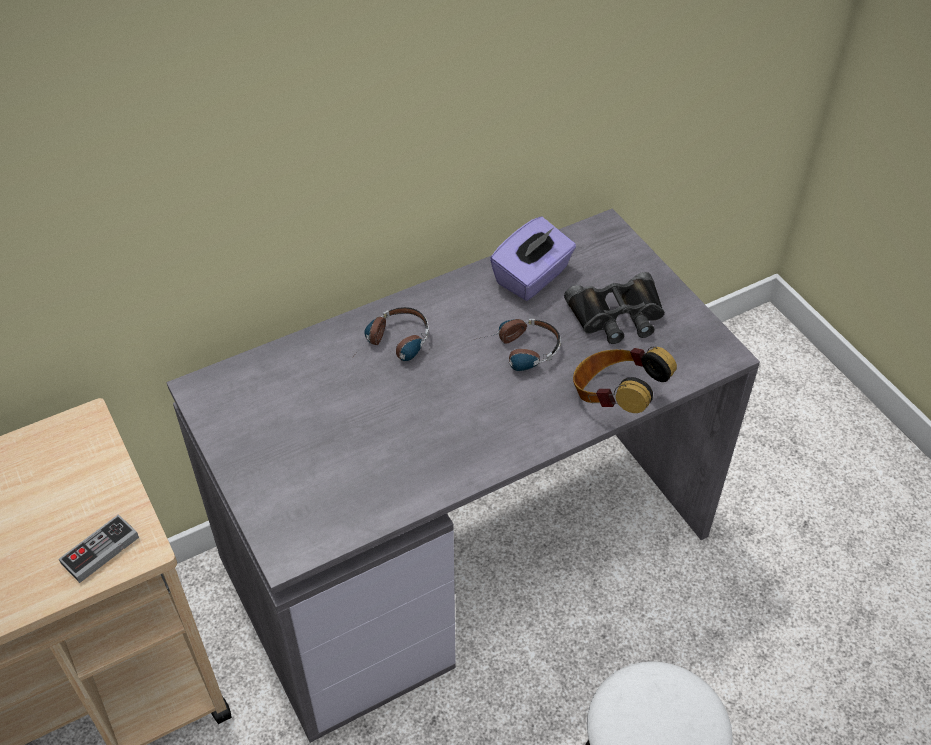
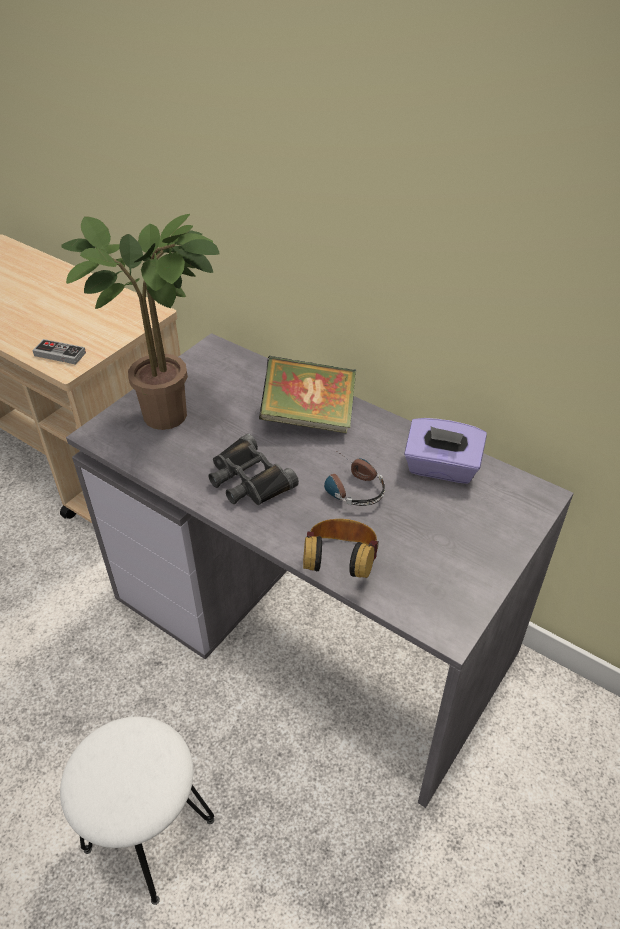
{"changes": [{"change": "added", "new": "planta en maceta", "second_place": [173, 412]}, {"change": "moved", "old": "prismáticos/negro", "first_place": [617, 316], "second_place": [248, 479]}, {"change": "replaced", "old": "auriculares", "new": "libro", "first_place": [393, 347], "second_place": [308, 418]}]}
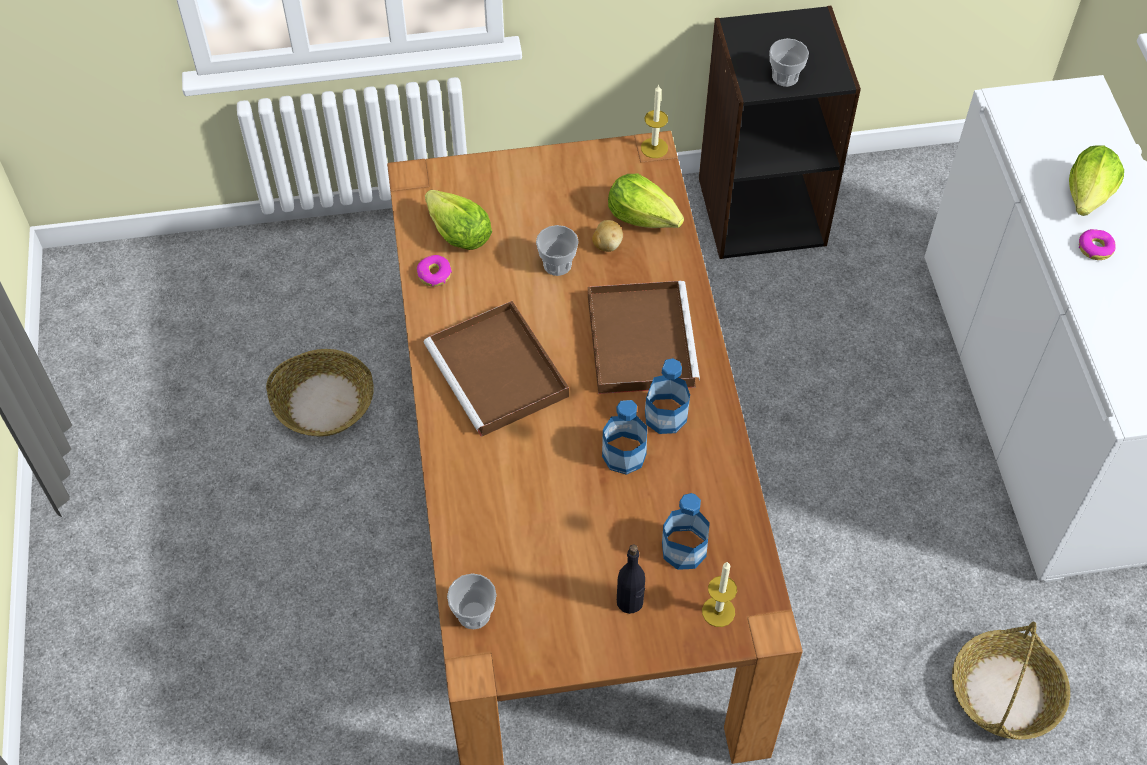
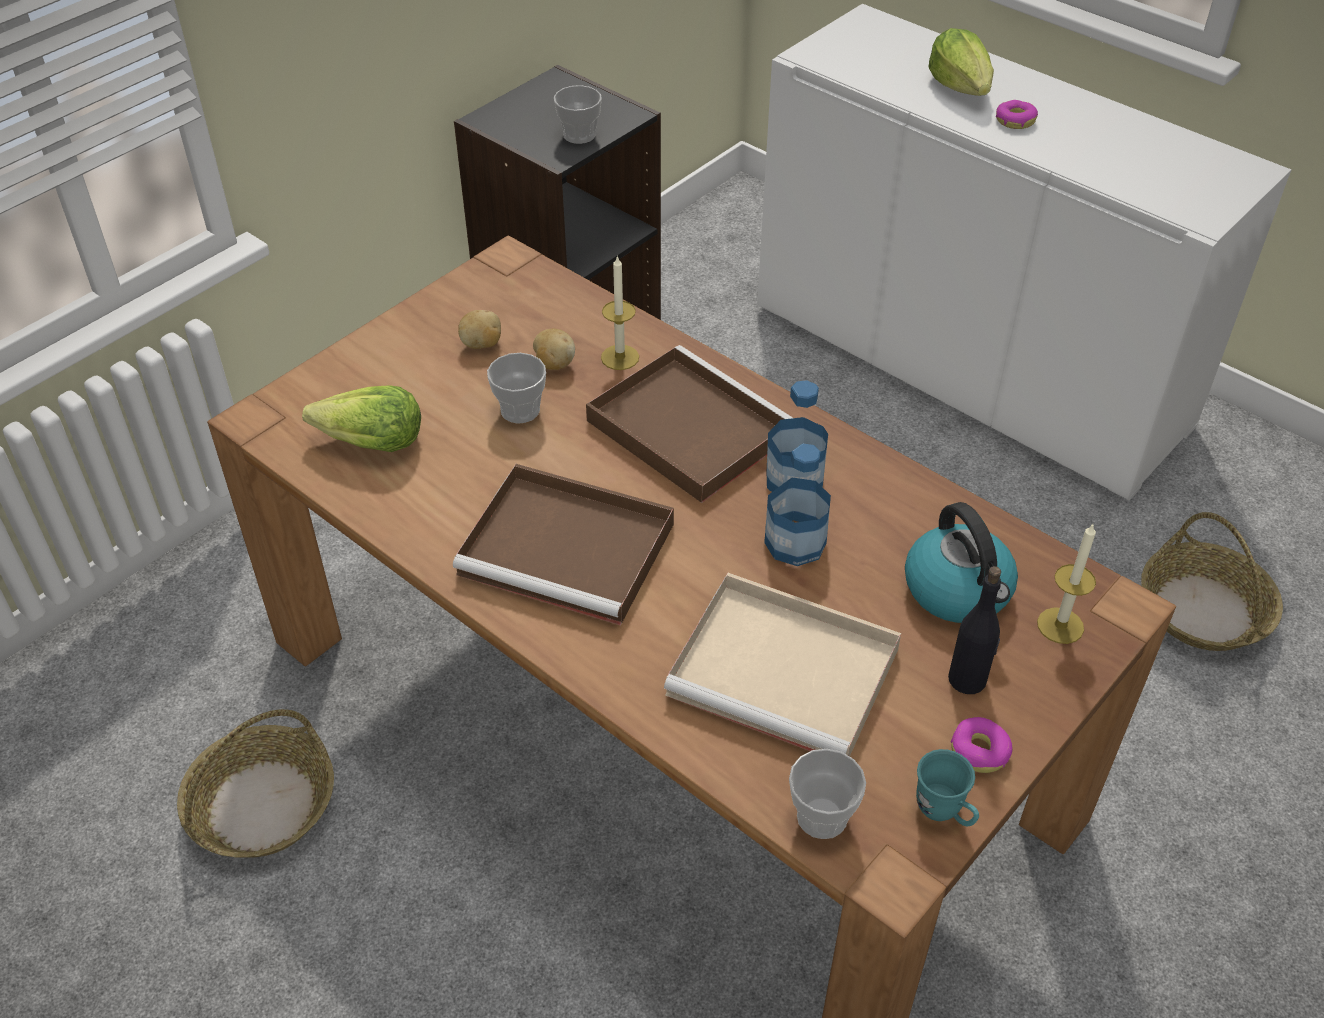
{"changes": [{"change": "removed", "old": "lechuga", "first_place": [643, 216]}, {"change": "added", "new": "patata", "second_place": [481, 344]}, {"change": "added", "new": "bandeja/beis", "second_place": [788, 672]}, {"change": "added", "new": "taza grande/turquesa", "second_place": [944, 813]}, {"change": "moved", "old": "rosquilla", "first_place": [434, 275], "second_place": [979, 751]}, {"change": "moved", "old": "vela", "first_place": [654, 148], "second_place": [620, 357]}, {"change": "replaced", "old": "botella", "new": "hervidor", "first_place": [684, 550], "second_place": [959, 591]}]}
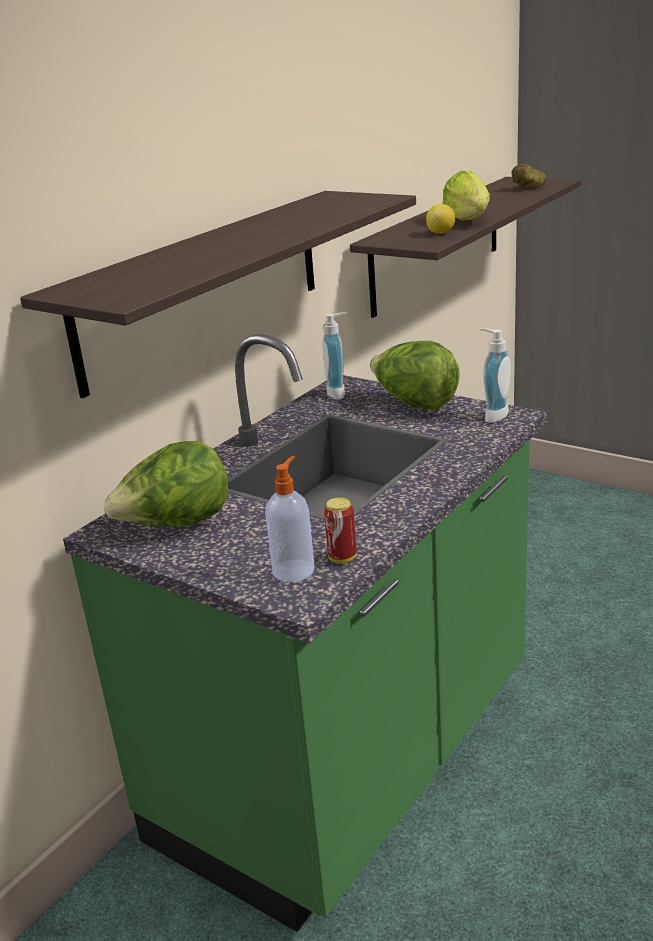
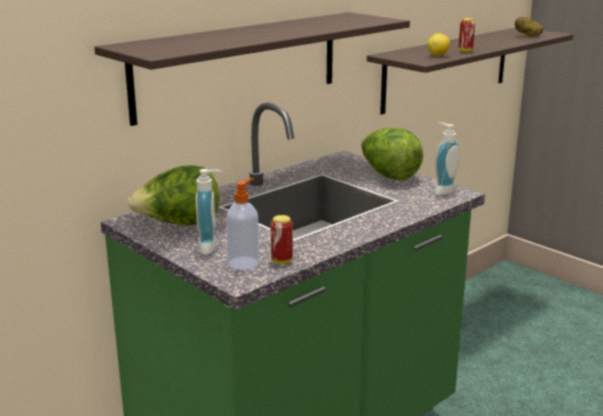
{"changes": [{"change": "moved", "old": "dispensador de jabón", "first_place": [339, 393], "second_place": [211, 247]}, {"change": "replaced", "old": "lechuga", "new": "lata", "first_place": [469, 221], "second_place": [465, 51]}]}
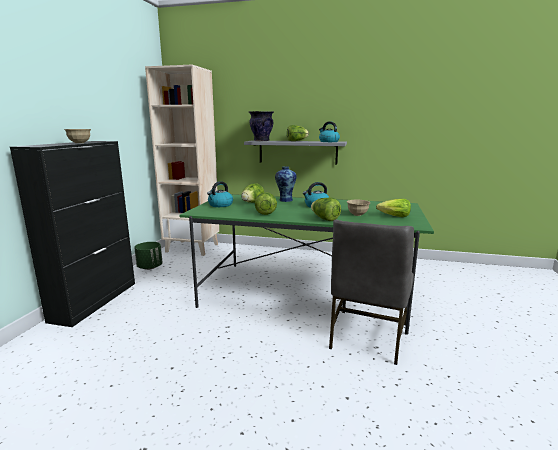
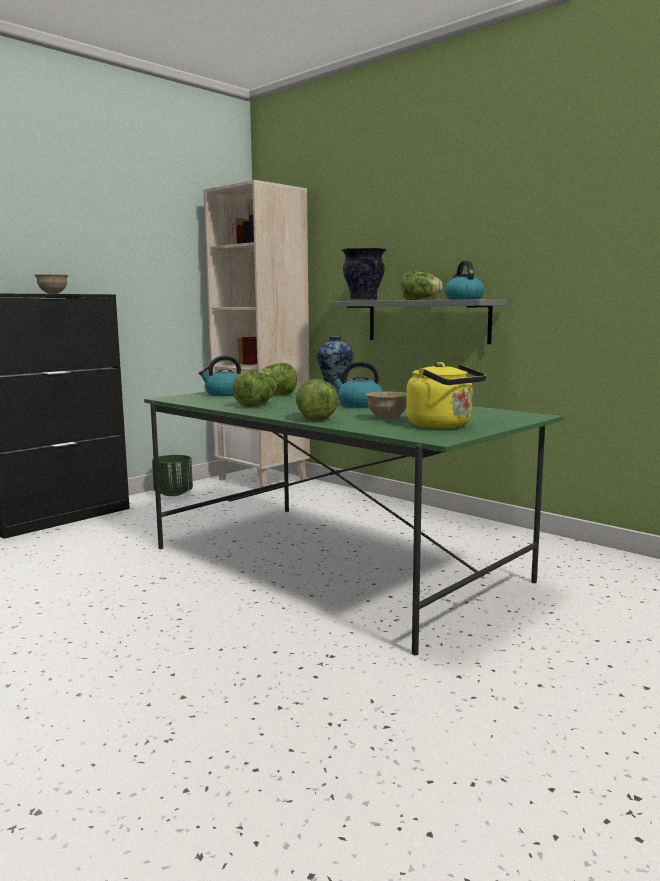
{"changes": [{"change": "removed", "old": "silla/gris", "first_place": [367, 336]}, {"change": "replaced", "old": "lechuga", "new": "hervidor/amarillo", "first_place": [394, 216], "second_place": [443, 426]}]}
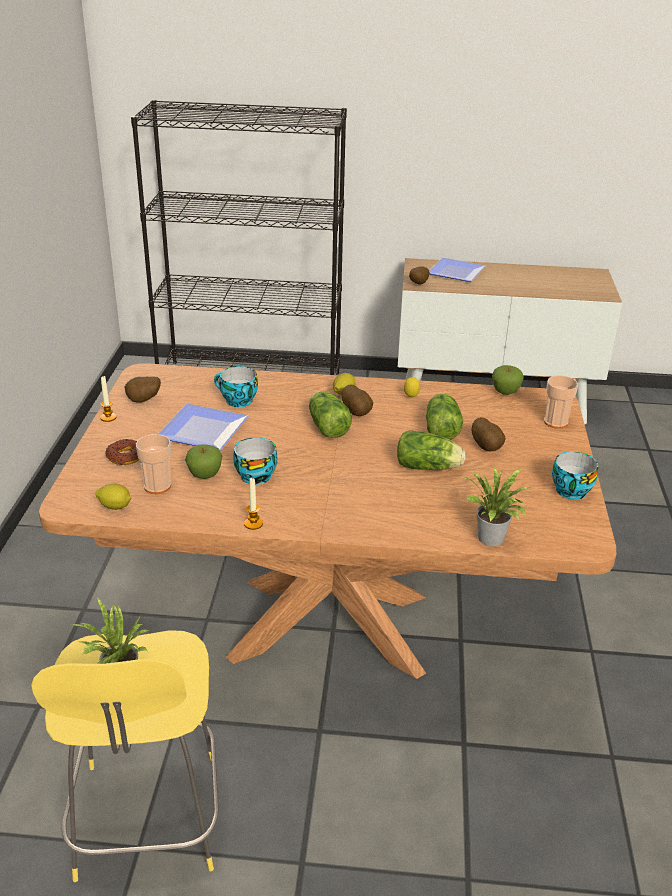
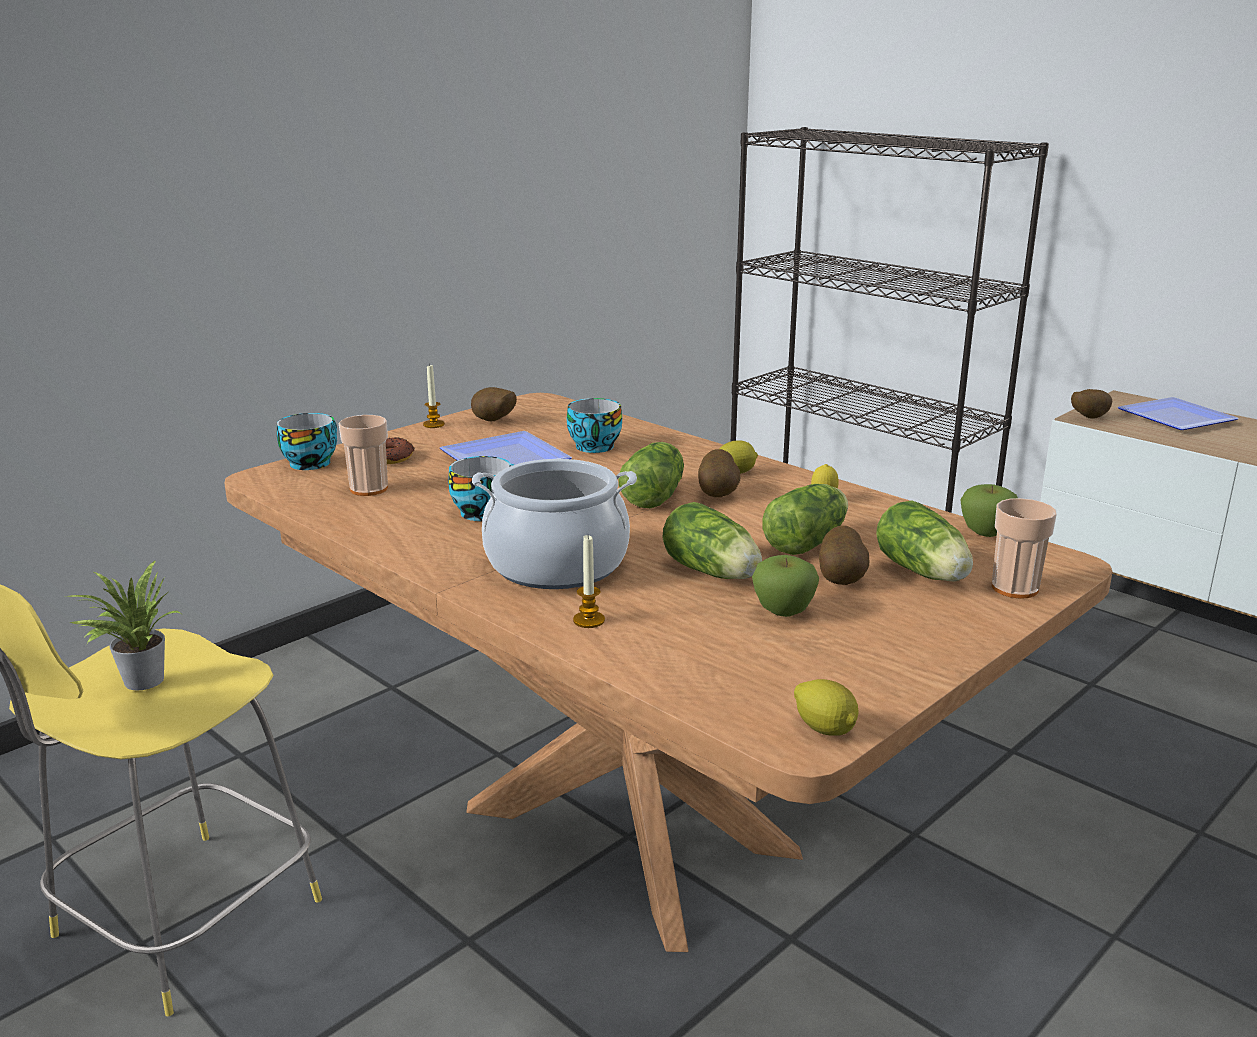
{"changes": [{"change": "removed", "old": "planta en maceta", "first_place": [491, 540]}, {"change": "added", "new": "olla", "second_place": [557, 565]}, {"change": "added", "new": "lechuga", "second_place": [924, 573]}, {"change": "moved", "old": "limón", "first_place": [115, 506], "second_place": [825, 729]}, {"change": "moved", "old": "manzana", "first_place": [204, 475], "second_place": [783, 612]}, {"change": "moved", "old": "vela", "first_place": [253, 524], "second_place": [589, 620]}, {"change": "moved", "old": "taza", "first_place": [569, 489], "second_place": [311, 462]}]}
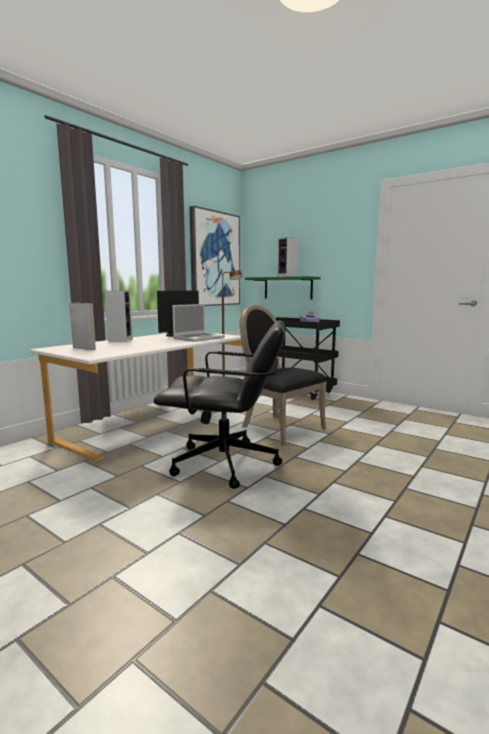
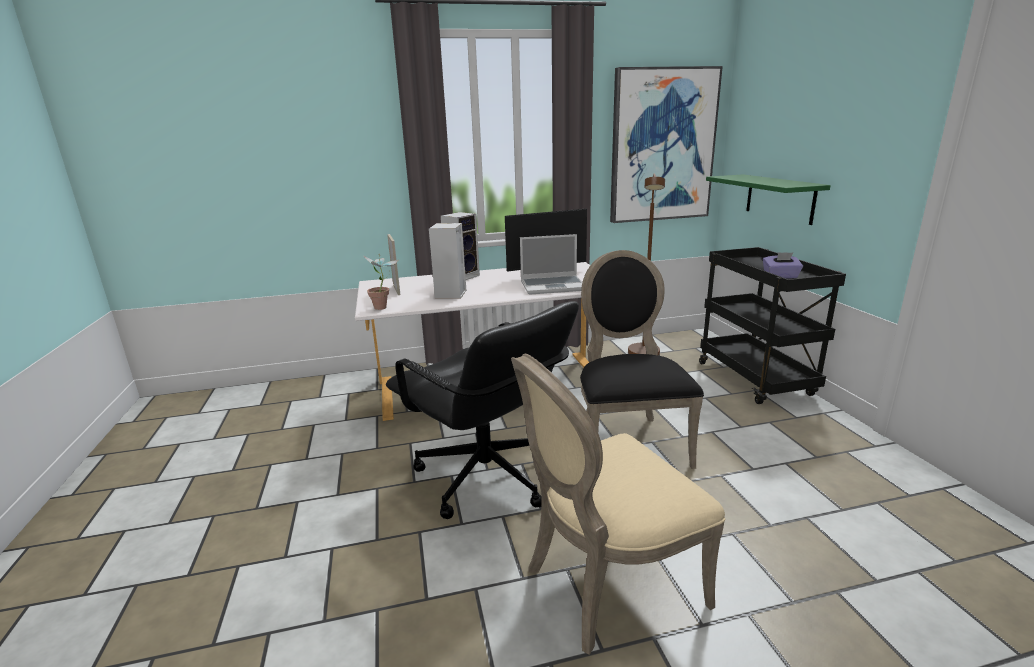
{"changes": [{"change": "added", "new": "planta en maceta", "second_place": [385, 308]}, {"change": "added", "new": "silla/beis", "second_place": [606, 584]}, {"change": "moved", "old": "altavoz", "first_place": [287, 276], "second_place": [451, 294]}]}
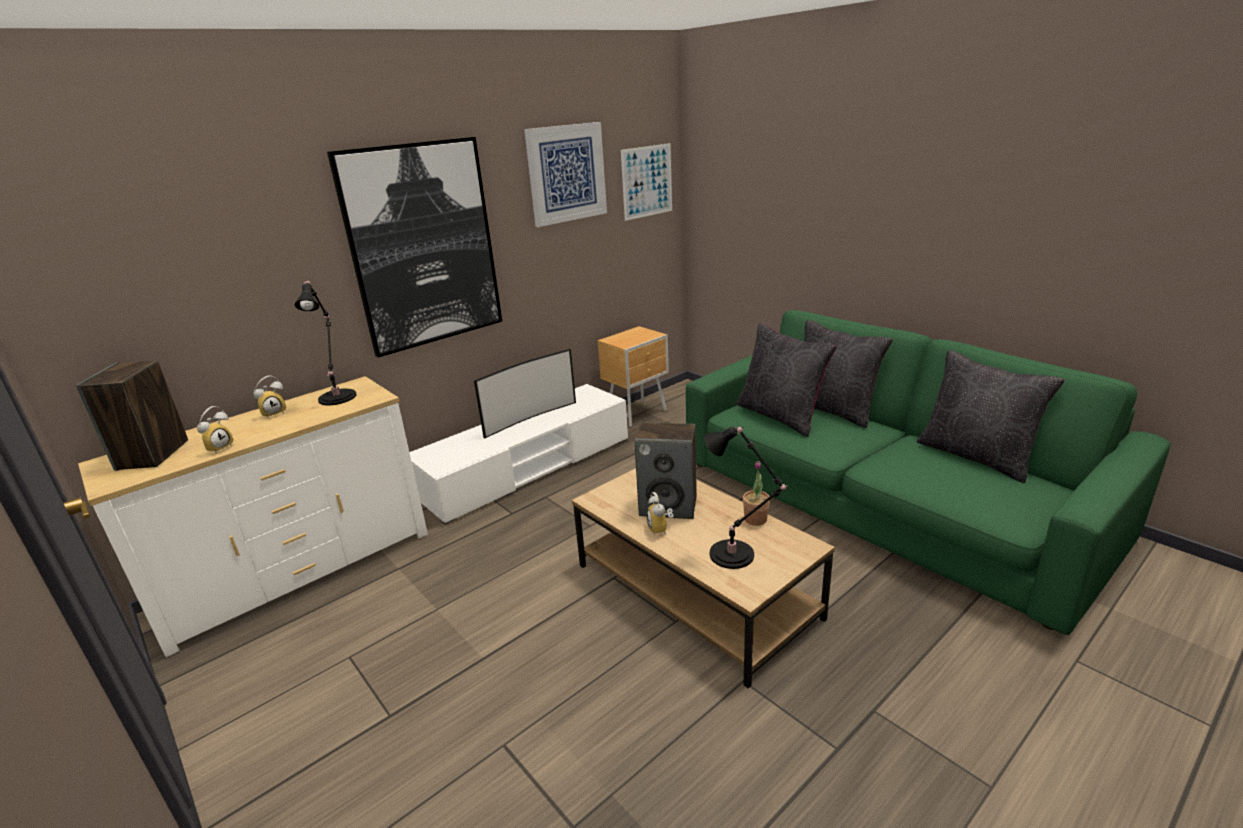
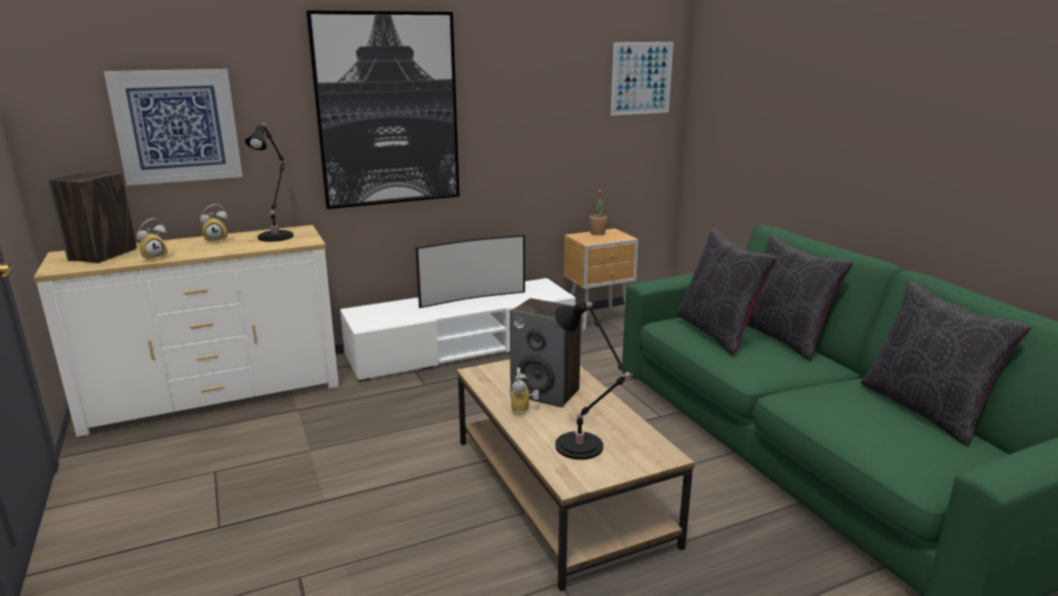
{"changes": [{"change": "moved", "old": "cuadro", "first_place": [567, 173], "second_place": [177, 126]}, {"change": "moved", "old": "planta en maceta", "first_place": [755, 519], "second_place": [597, 233]}]}
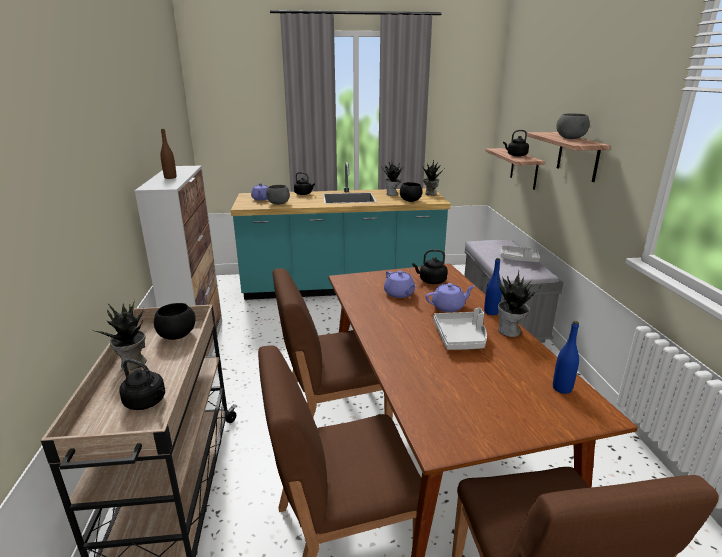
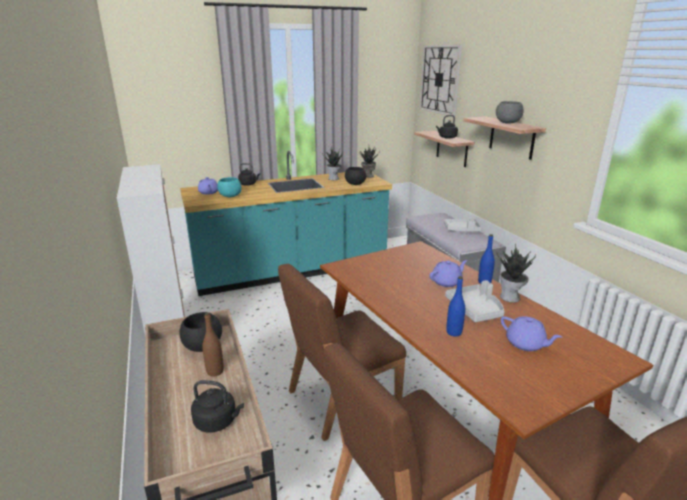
{"changes": [{"change": "removed", "old": "planta en maceta", "first_place": [133, 363]}, {"change": "removed", "old": "hervidor/negro", "first_place": [431, 281]}, {"change": "added", "new": "reloj de pared", "second_place": [440, 79]}, {"change": "moved", "old": "botella/marrón", "first_place": [170, 177], "second_place": [215, 371]}, {"change": "moved", "old": "tetera/morado", "first_place": [399, 294], "second_place": [526, 344]}, {"change": "moved", "old": "botella/azul", "first_place": [562, 388], "second_place": [454, 332]}, {"change": "recoloured", "old": "cuenco/gris", "new": "cuenco/turquesa", "first_place": [278, 203], "second_place": [230, 196]}]}
